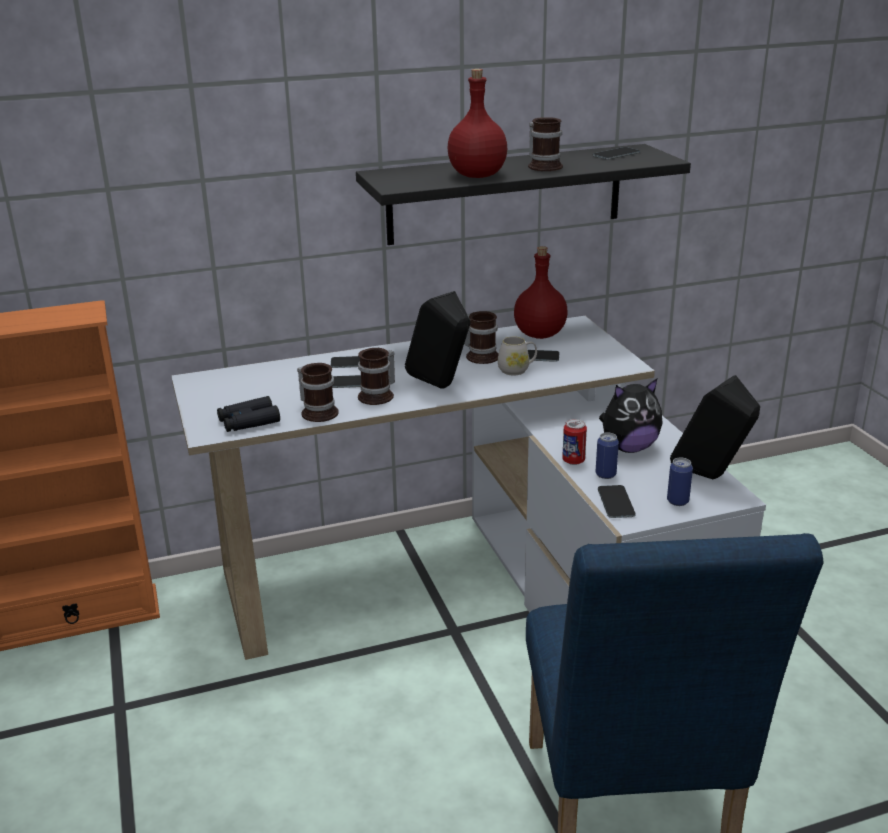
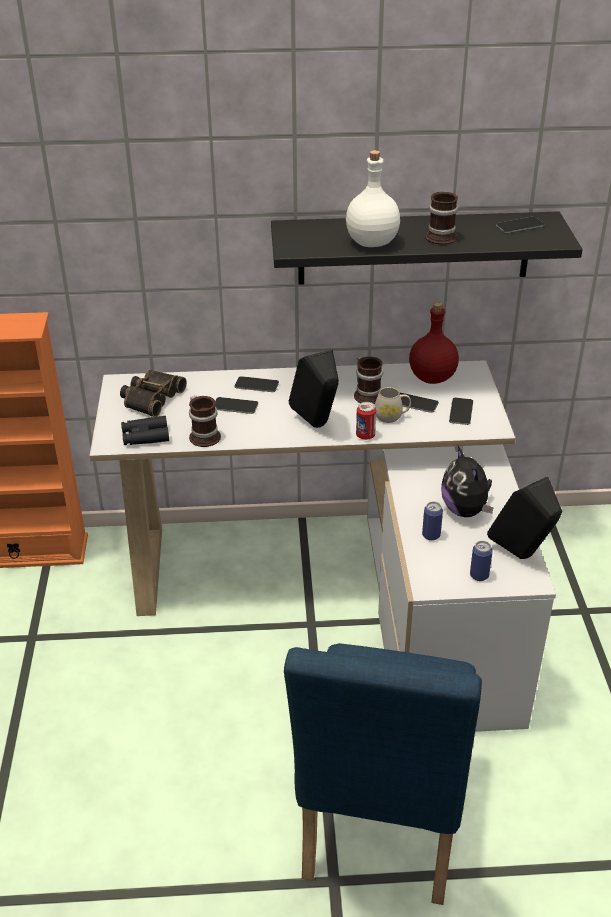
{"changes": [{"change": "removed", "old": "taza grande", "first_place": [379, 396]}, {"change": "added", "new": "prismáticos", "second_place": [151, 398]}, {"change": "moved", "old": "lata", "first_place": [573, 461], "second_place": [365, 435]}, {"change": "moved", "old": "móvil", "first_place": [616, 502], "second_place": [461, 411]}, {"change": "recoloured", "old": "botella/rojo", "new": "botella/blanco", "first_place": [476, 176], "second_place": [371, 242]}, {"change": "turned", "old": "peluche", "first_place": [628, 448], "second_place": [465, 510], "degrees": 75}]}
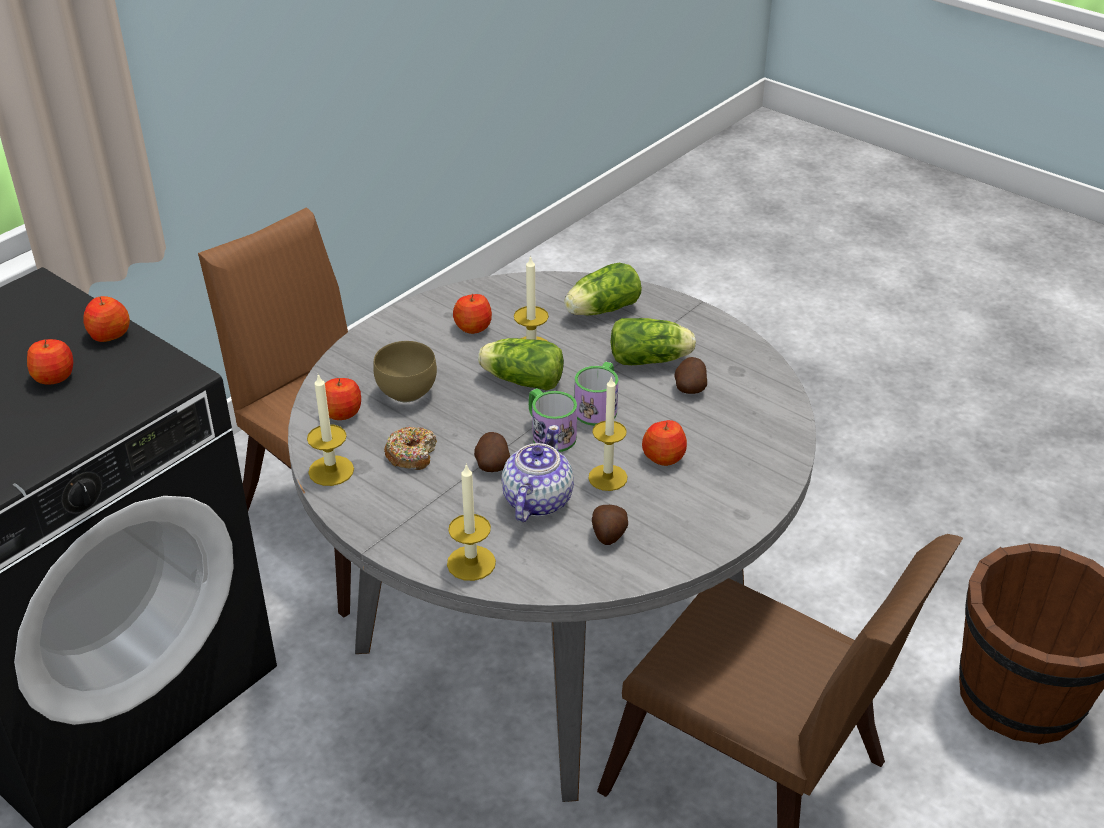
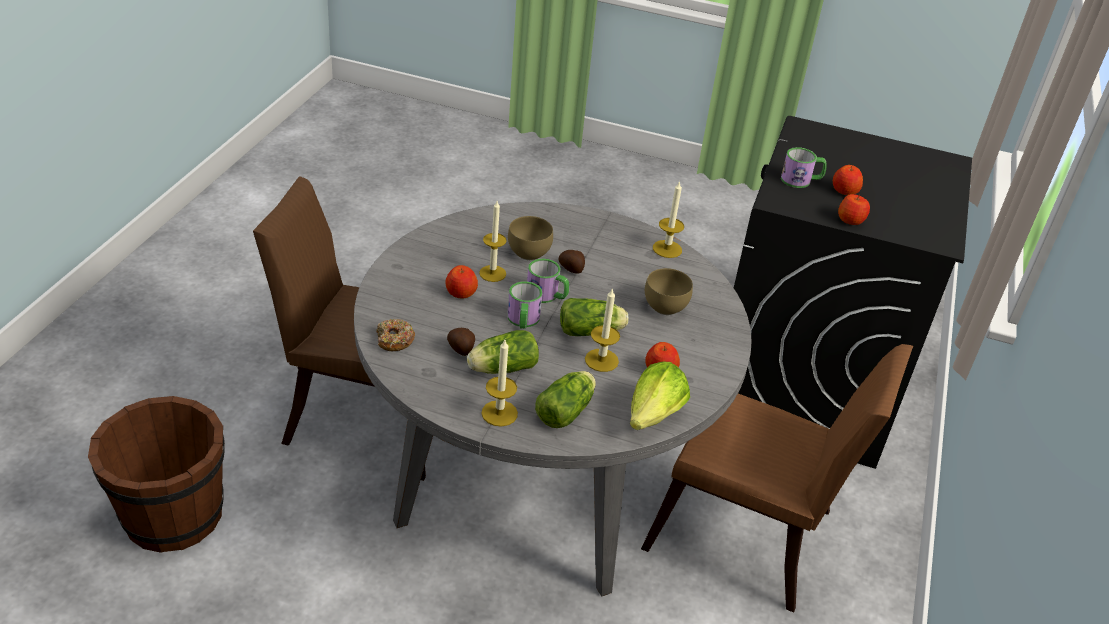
{"changes": [{"change": "removed", "old": "manzana", "first_place": [342, 412]}, {"change": "removed", "old": "patata", "first_place": [608, 535]}, {"change": "added", "new": "lechuga", "second_place": [654, 414]}, {"change": "added", "new": "taza grande", "second_place": [801, 180]}, {"change": "moved", "old": "rosquilla", "first_place": [411, 455], "second_place": [394, 340]}, {"change": "moved", "old": "vela", "first_place": [471, 563], "second_place": [499, 413]}, {"change": "replaced", "old": "tetera", "new": "cuenco/marrón", "first_place": [536, 501], "second_place": [530, 252]}]}
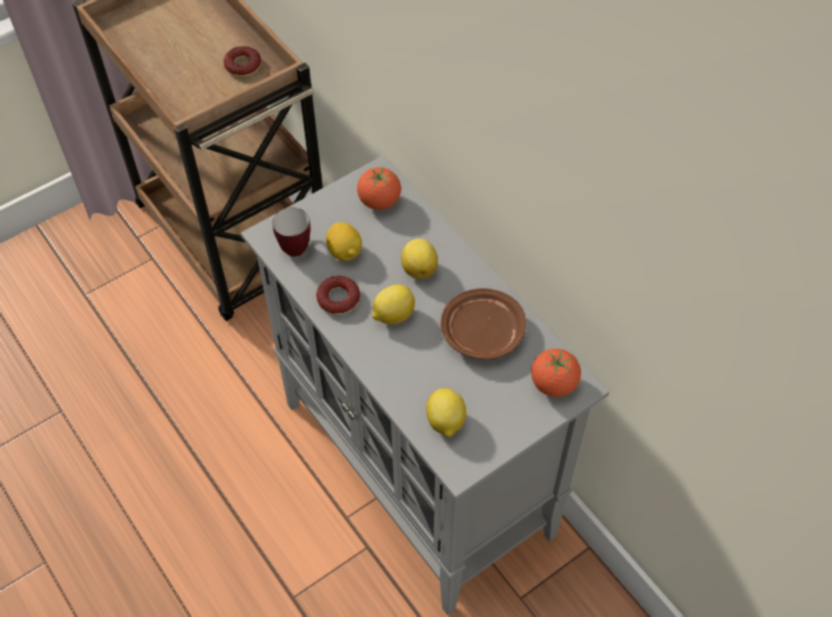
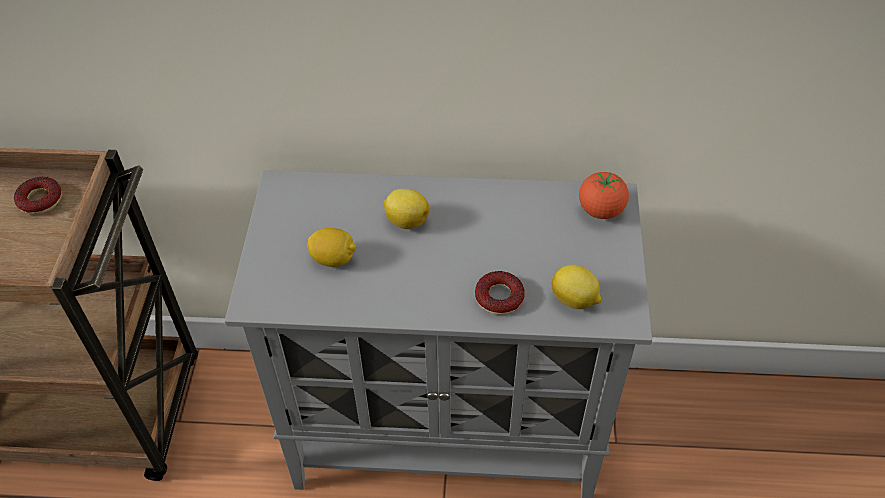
{"changes": [{"change": "removed", "old": "taza grande", "first_place": [295, 245]}, {"change": "removed", "old": "tomate", "first_place": [379, 201]}, {"change": "removed", "old": "limón", "first_place": [393, 315]}, {"change": "removed", "old": "plato/marrón", "first_place": [481, 333]}, {"change": "moved", "old": "rosquilla", "first_place": [338, 299], "second_place": [499, 297]}]}
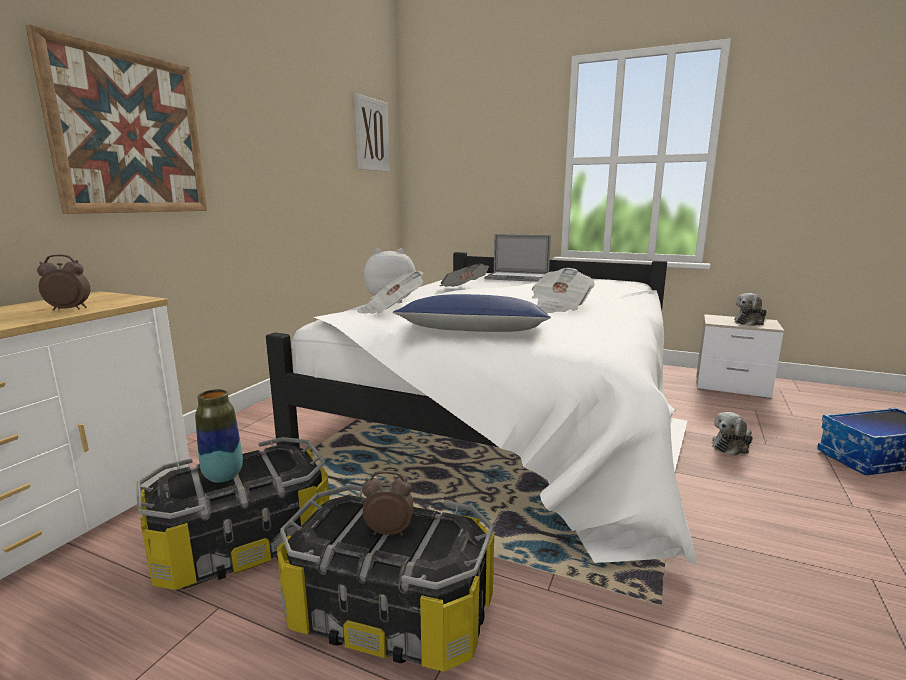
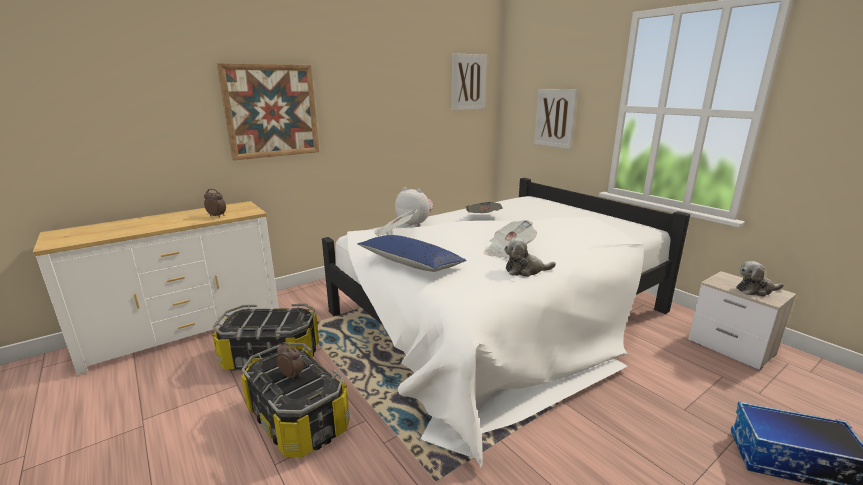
{"changes": [{"change": "removed", "old": "florero", "first_place": [223, 476]}, {"change": "removed", "old": "portátil", "first_place": [517, 277]}, {"change": "added", "new": "cuadro", "second_place": [555, 118]}, {"change": "moved", "old": "peluche", "first_place": [732, 446], "second_place": [525, 270]}]}
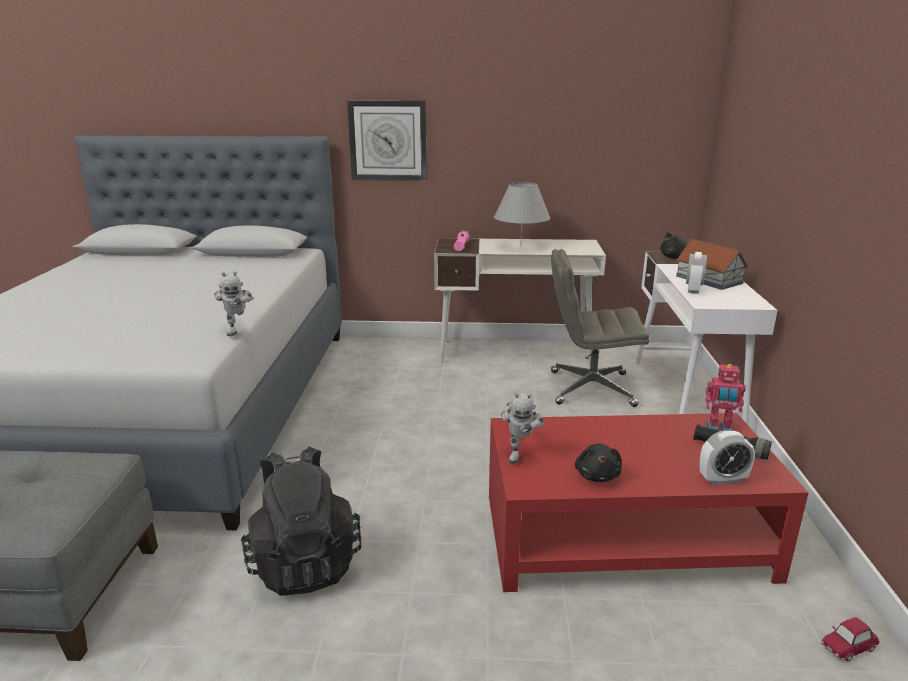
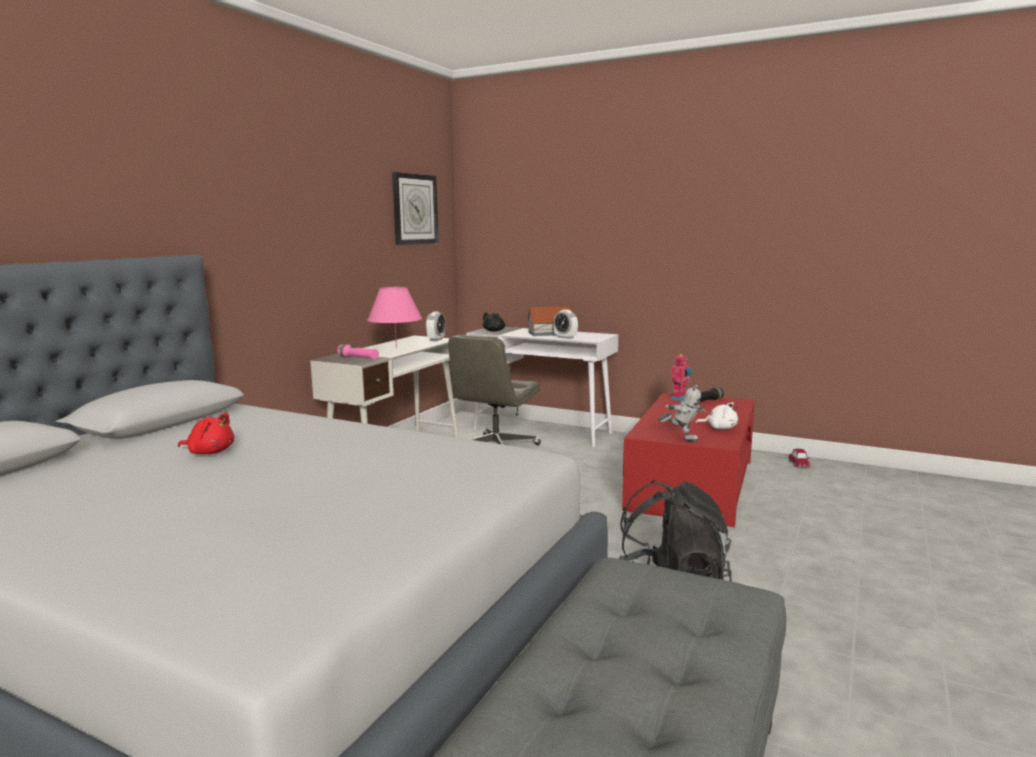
{"changes": [{"change": "removed", "old": "robot de juguete", "first_place": [237, 330]}, {"change": "added", "new": "peluche/rojo", "second_place": [210, 452]}, {"change": "moved", "old": "reloj de pared", "first_place": [388, 140], "second_place": [414, 209]}, {"change": "moved", "old": "despertador", "first_place": [722, 479], "second_place": [436, 340]}, {"change": "recoloured", "old": "lámpara de mesa/gris", "new": "lámpara de mesa/rosa", "first_place": [520, 247], "second_place": [396, 348]}, {"change": "recoloured", "old": "peluche/negro", "new": "peluche/blanco", "first_place": [597, 475], "second_place": [719, 428]}]}
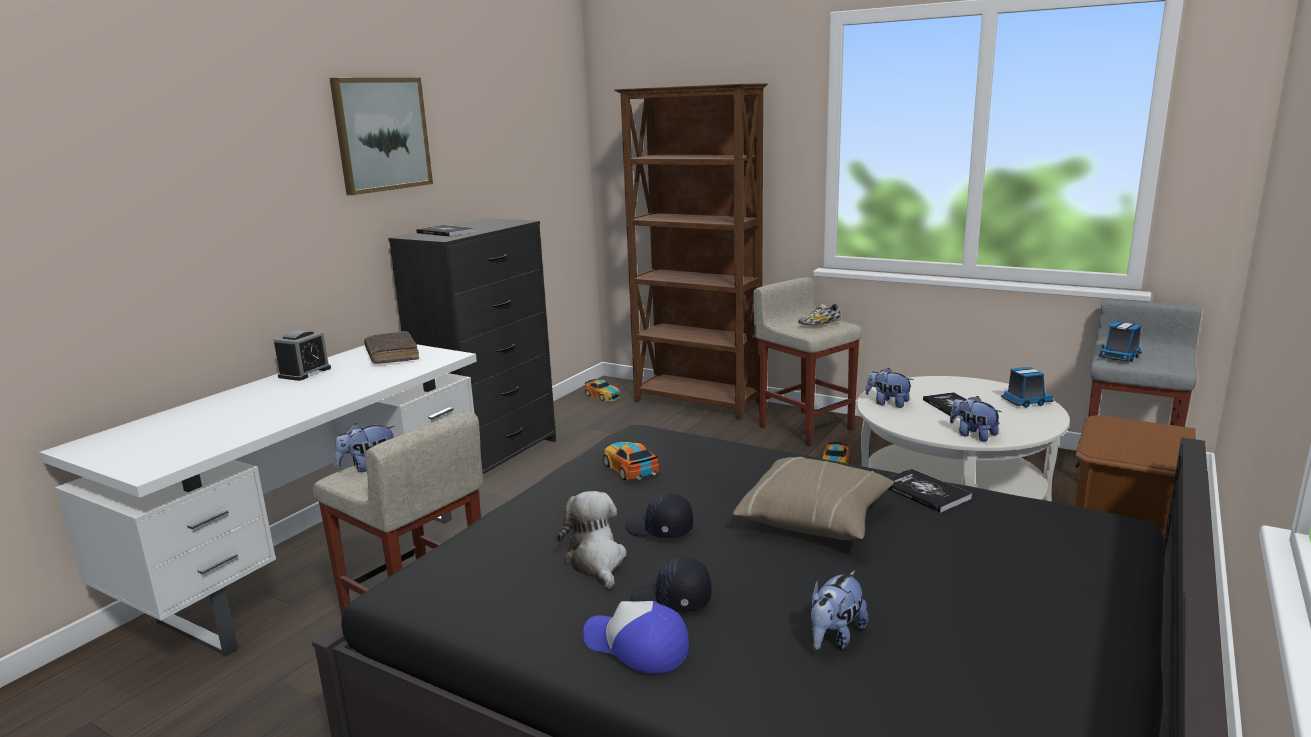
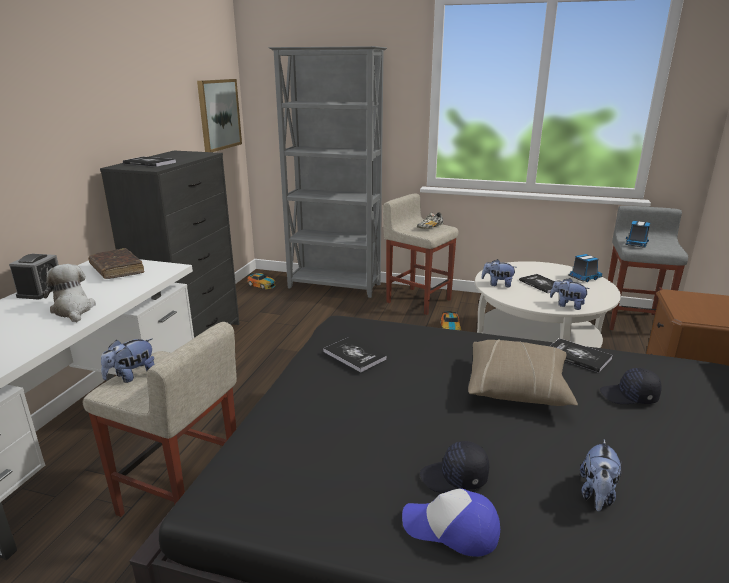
{"changes": [{"change": "moved", "old": "cuadro", "first_place": [381, 134], "second_place": [219, 114]}, {"change": "moved", "old": "peluche", "first_place": [596, 562], "second_place": [73, 310]}, {"change": "moved", "old": "gorra/negro", "first_place": [659, 529], "second_place": [629, 396]}, {"change": "replaced", "old": "coche de juguete", "new": "libro", "first_place": [630, 468], "second_place": [354, 355]}, {"change": "recoloured", "old": "estantería/marrón", "new": "estantería/gris", "first_place": [697, 403], "second_place": [335, 286]}]}
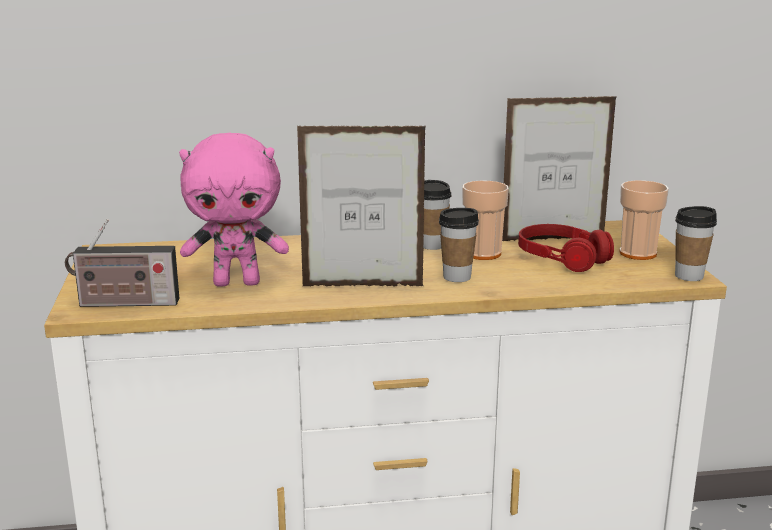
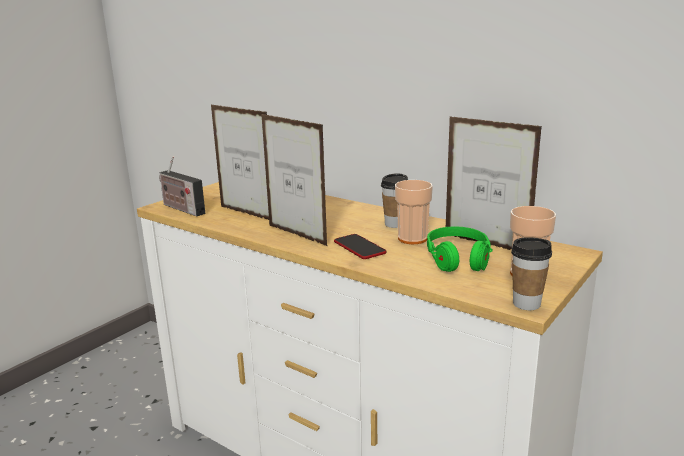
{"changes": [{"change": "replaced", "old": "peluche/rosa", "new": "portarretratos", "first_place": [237, 282], "second_place": [247, 214]}, {"change": "replaced", "old": "taza", "new": "móvil", "first_place": [457, 277], "second_place": [359, 247]}, {"change": "recoloured", "old": "auriculares/rojo", "new": "auriculares/verde", "first_place": [562, 258], "second_place": [458, 259]}]}
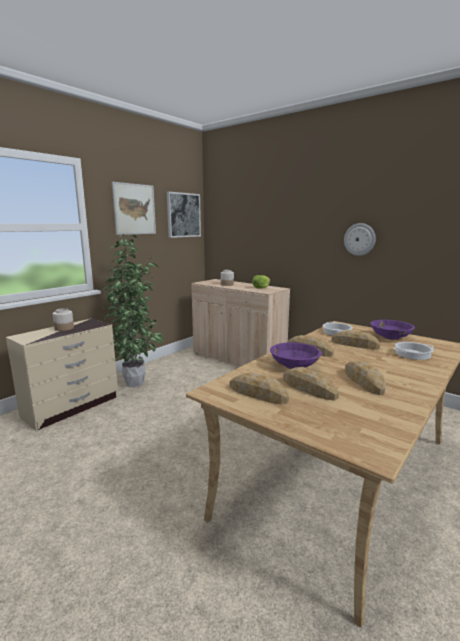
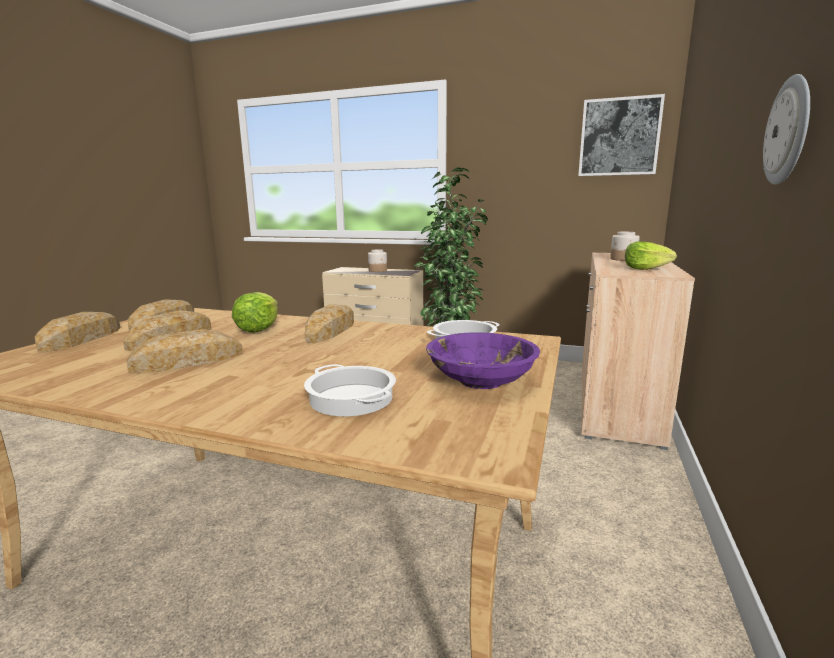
{"changes": [{"change": "removed", "old": "cuadro", "first_place": [134, 209]}, {"change": "moved", "old": "pan", "first_place": [355, 344], "second_place": [82, 339]}, {"change": "replaced", "old": "cuenco/morado", "new": "lechuga", "first_place": [295, 365], "second_place": [258, 329]}]}
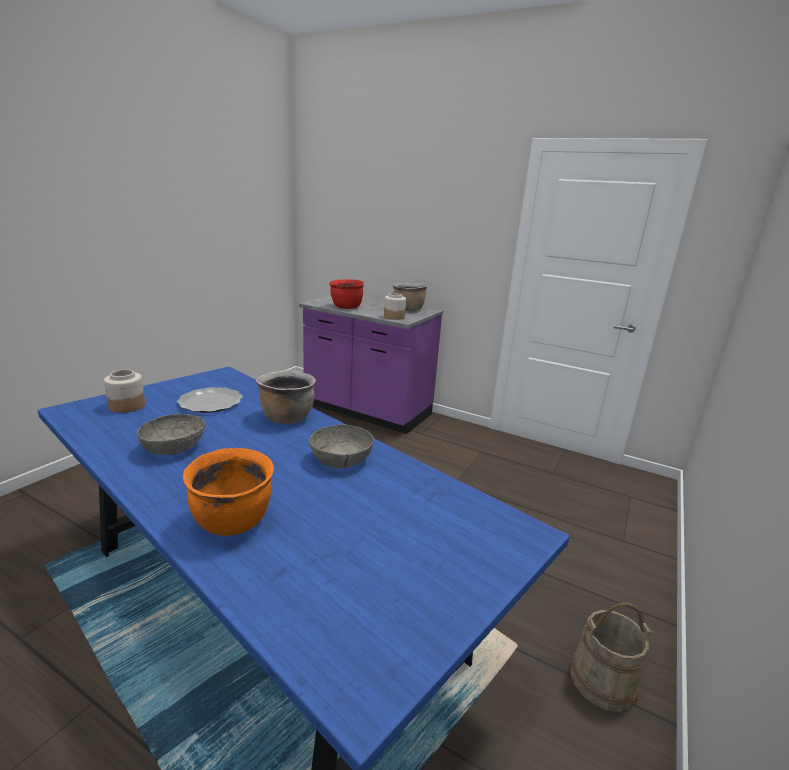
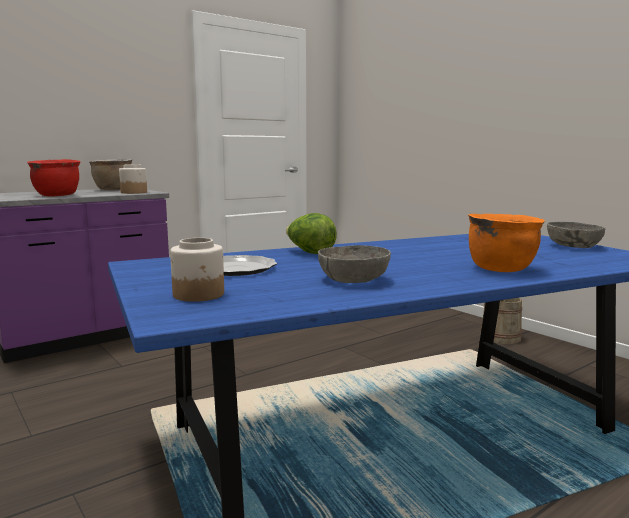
{"changes": [{"change": "moved", "old": "cuenco/gris", "first_place": [341, 460], "second_place": [573, 246]}, {"change": "replaced", "old": "olla/marrón", "new": "lechuga", "first_place": [287, 417], "second_place": [309, 253]}]}
